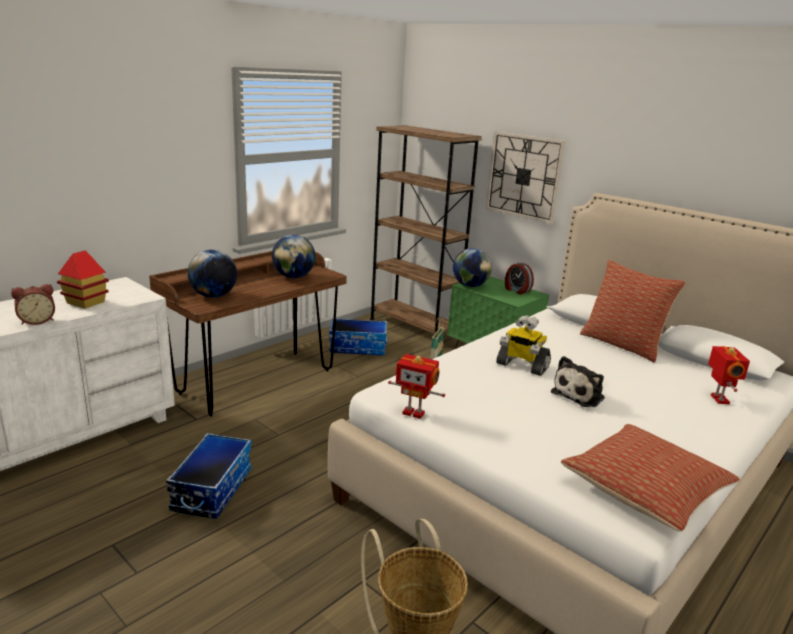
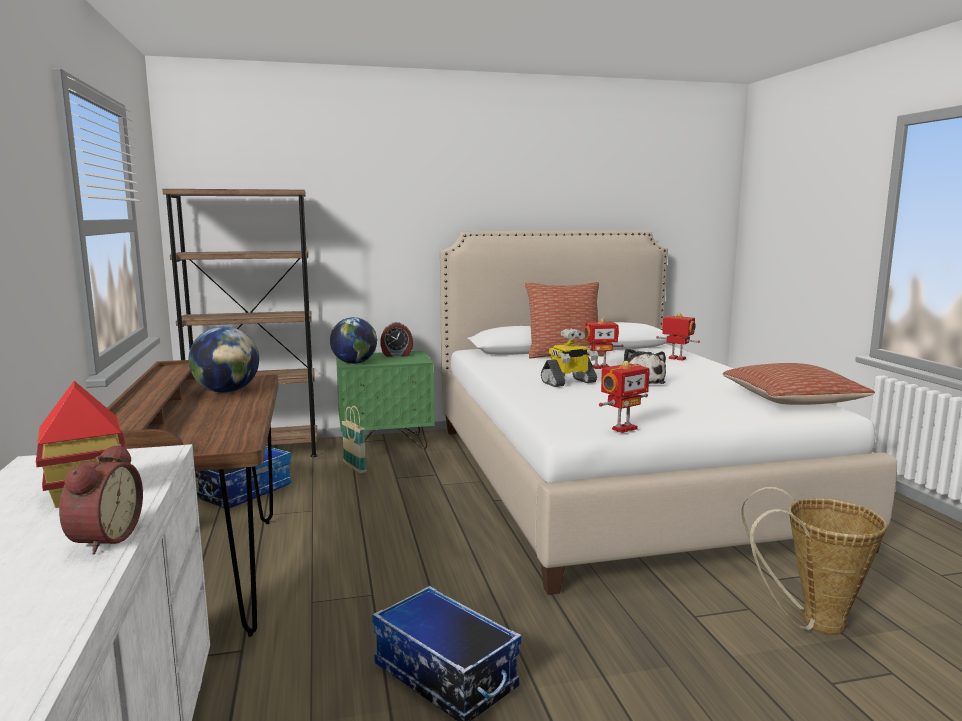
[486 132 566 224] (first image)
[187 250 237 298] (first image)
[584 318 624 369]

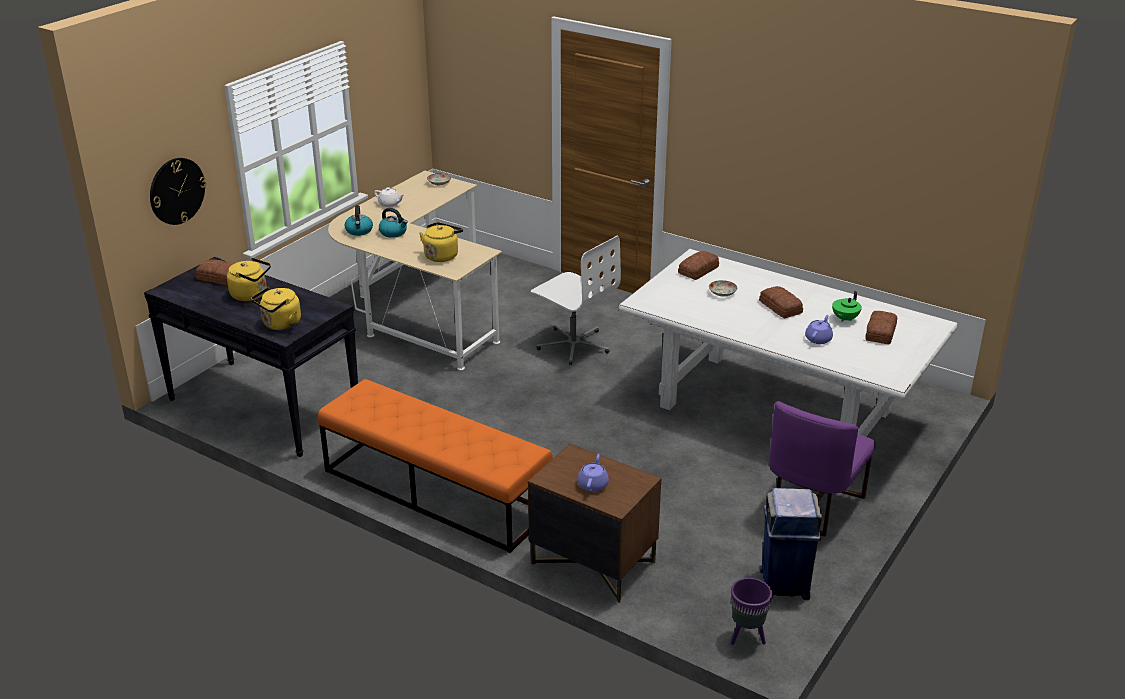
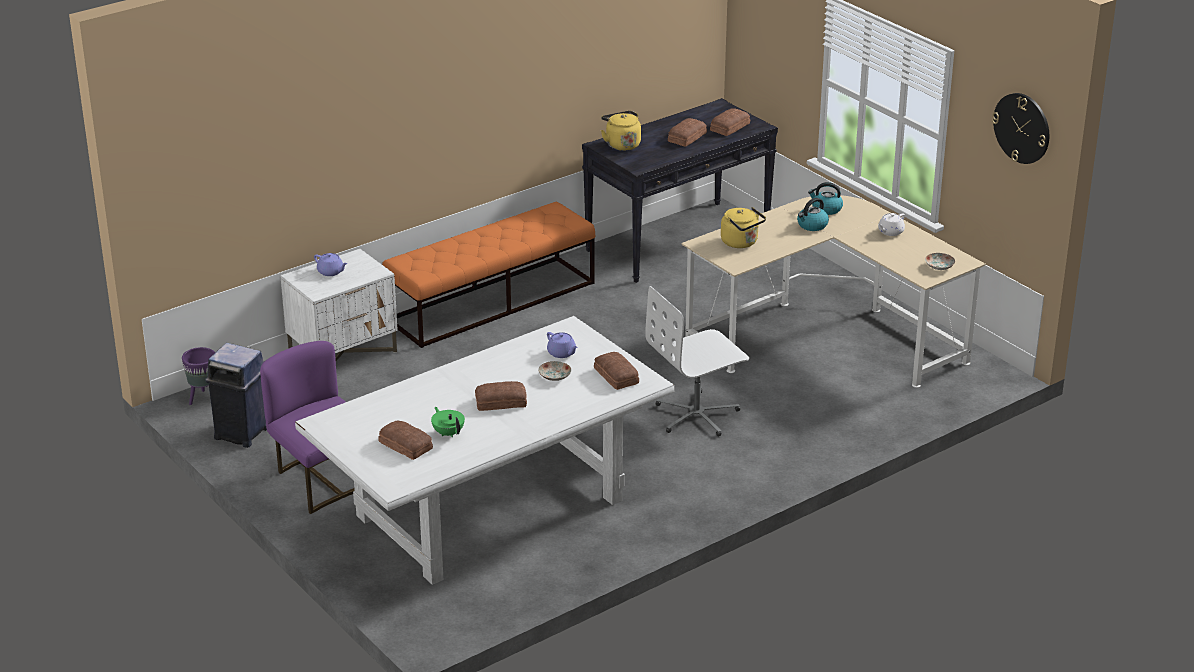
[992 93 1049 164]
[668 118 707 147]
[547 332 578 358]
[280 249 398 361]

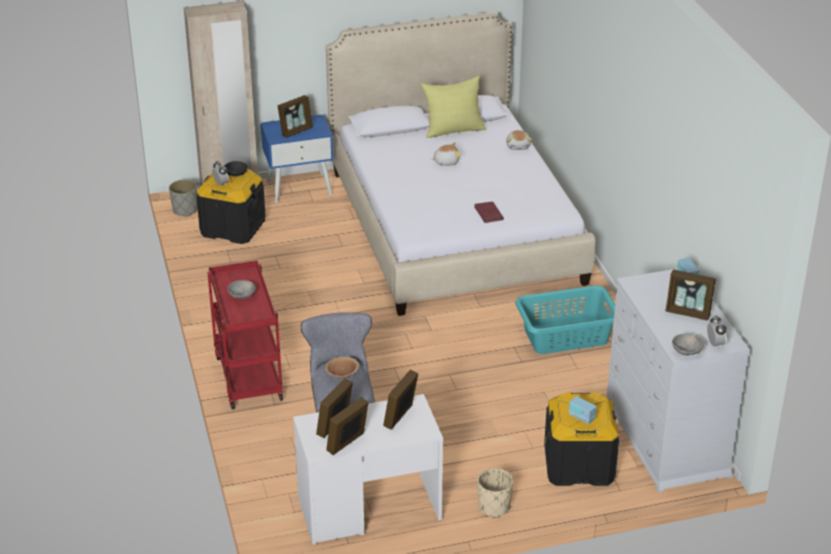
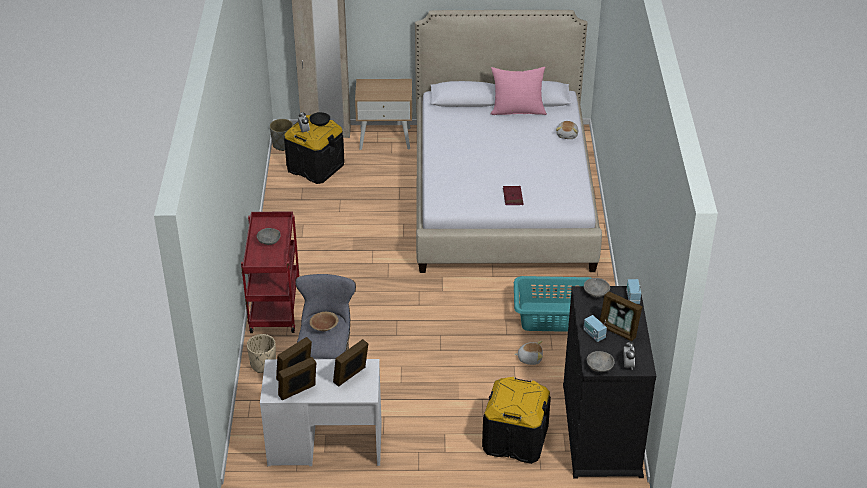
[490 67 547 115]
[278 95 313 138] (first image)
[355 79 412 150]
[514 341 543 365]
[563 286 656 479]
[583 315 607 342]
[247 334 276 373]
[584 278 610 298]

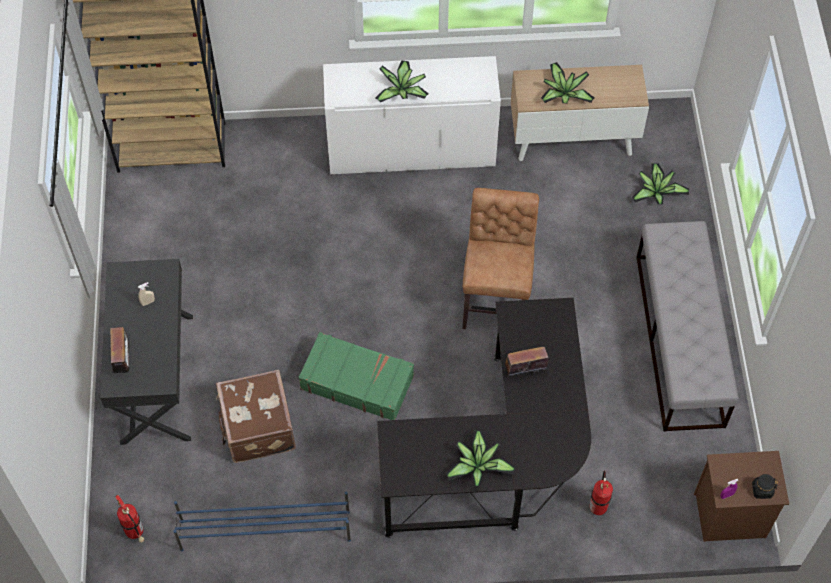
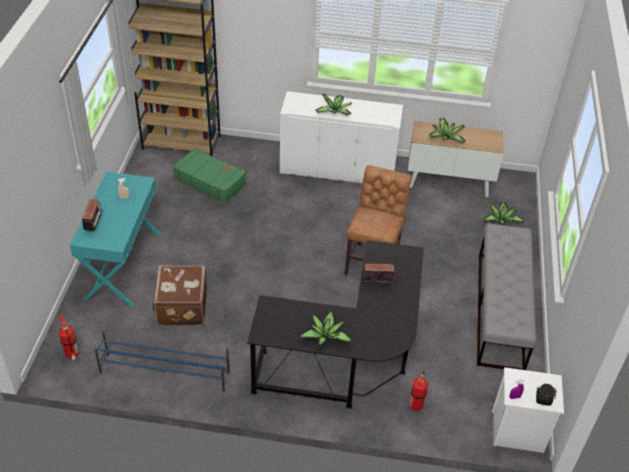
[70 172 161 307]
[173 148 247 204]
[492 367 564 453]

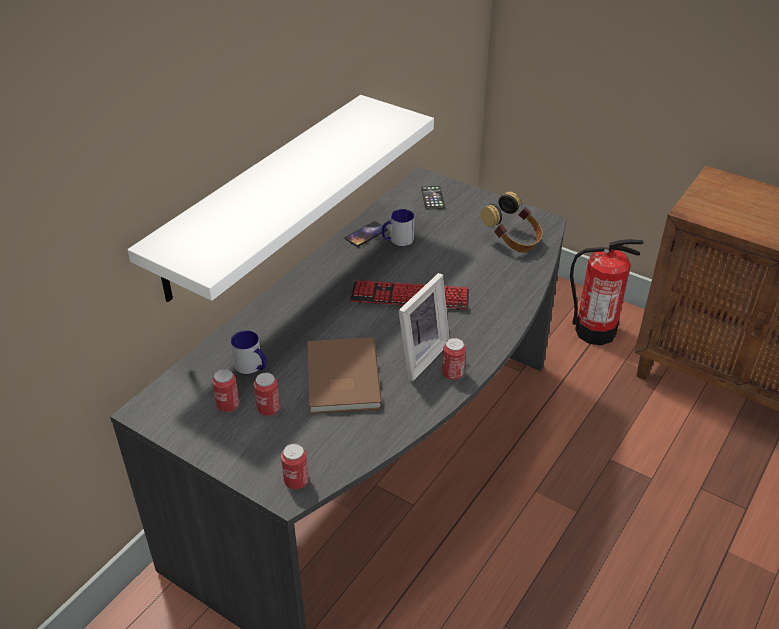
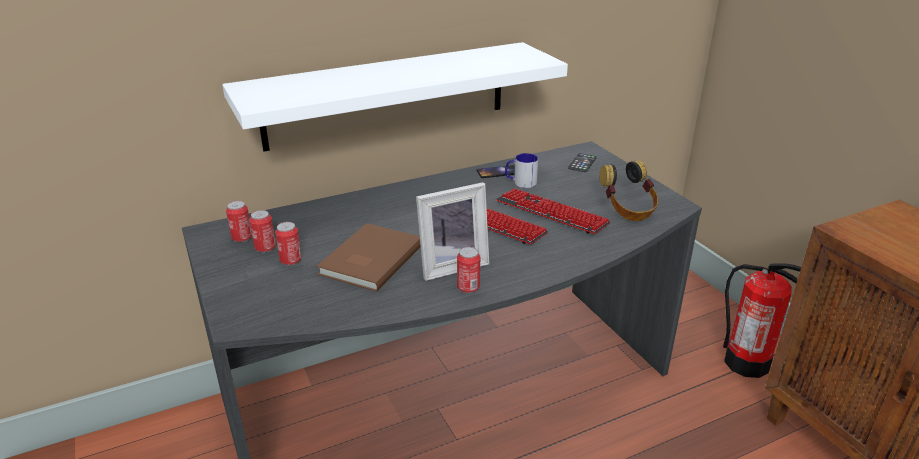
[231 331 267 374] (first image)
[226 201 252 242]
[496 188 611 234]

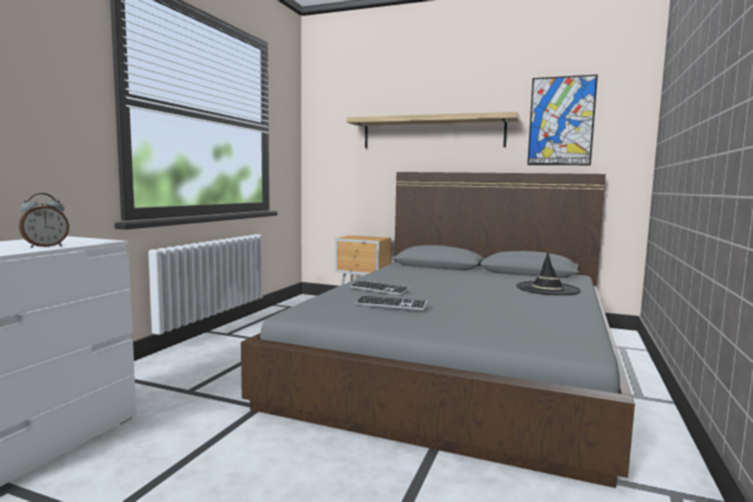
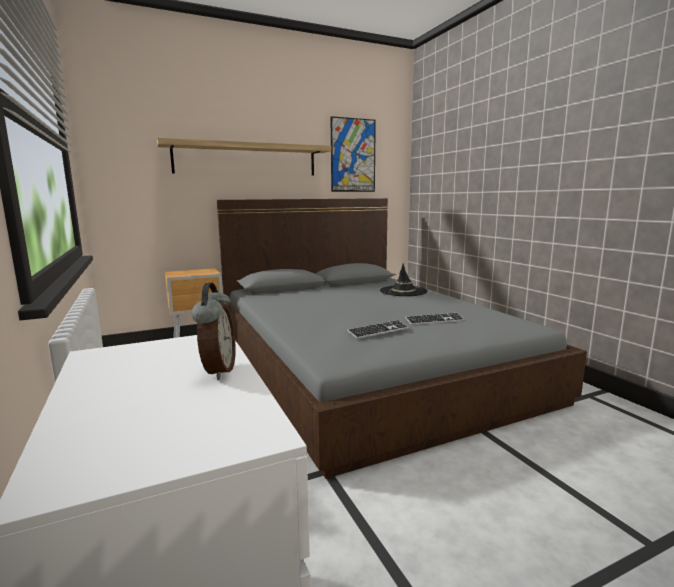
[405 313 465 325]

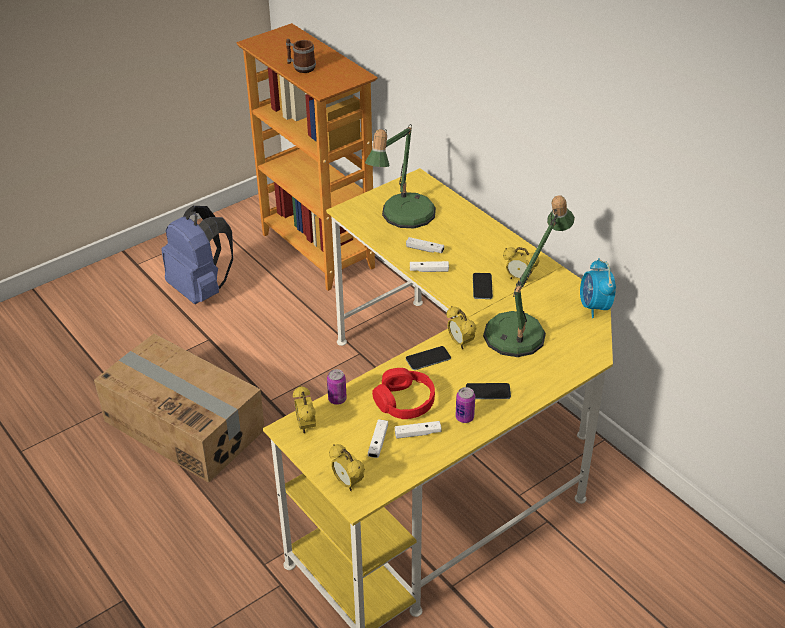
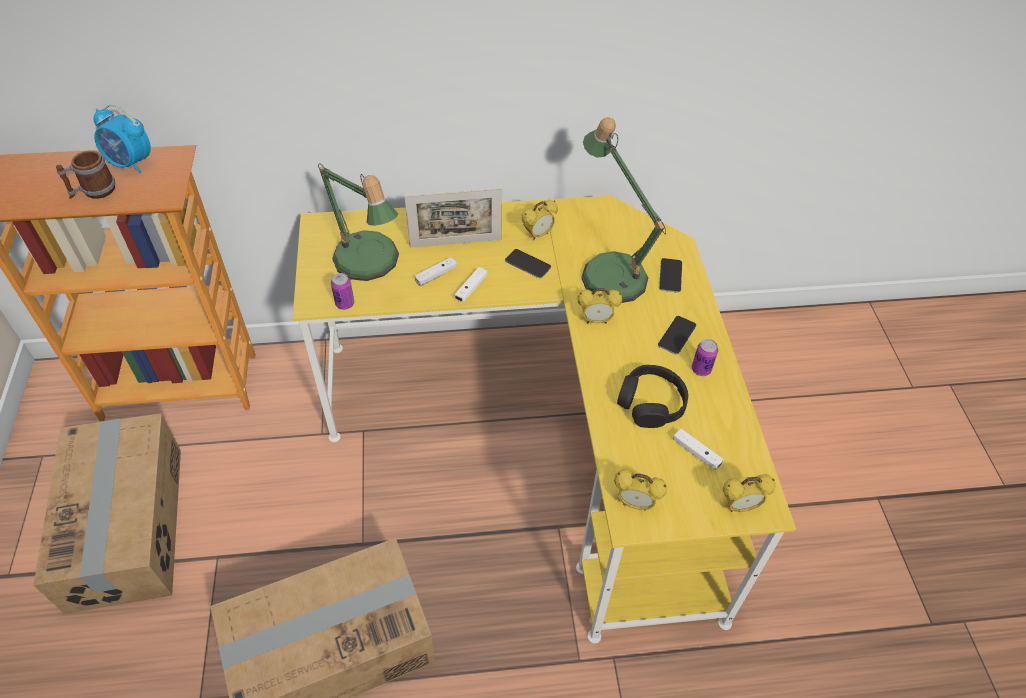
[33 414 181 614]
[94 104 151 174]
[659 258 682 293]
[617 365 688 428]
[331 273 354 310]
[395 421 442 439] (first image)
[404 188 502 248]

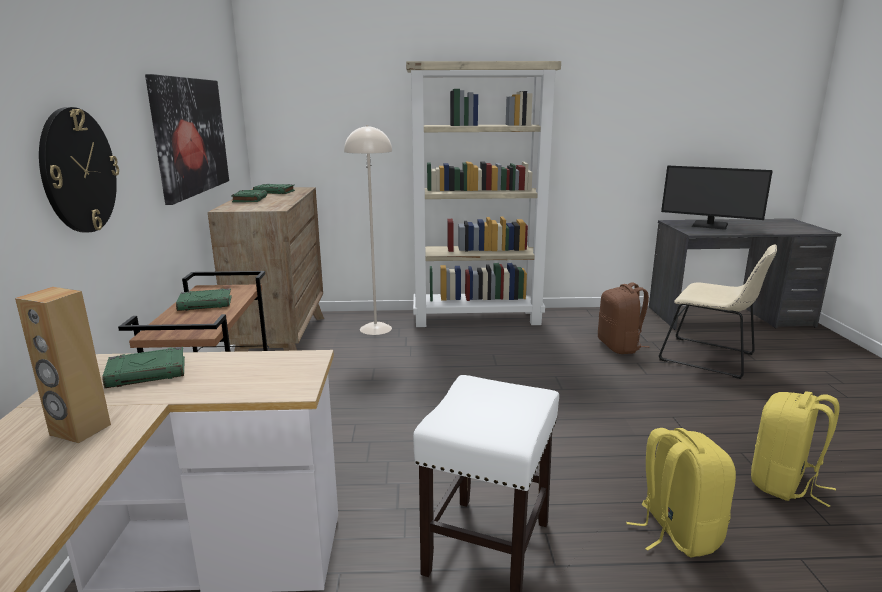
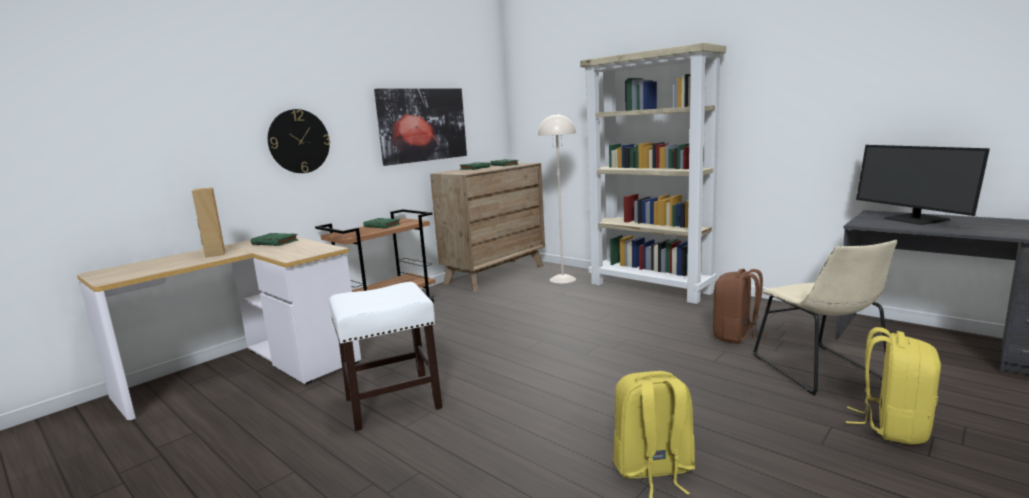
[846 327 941 445]

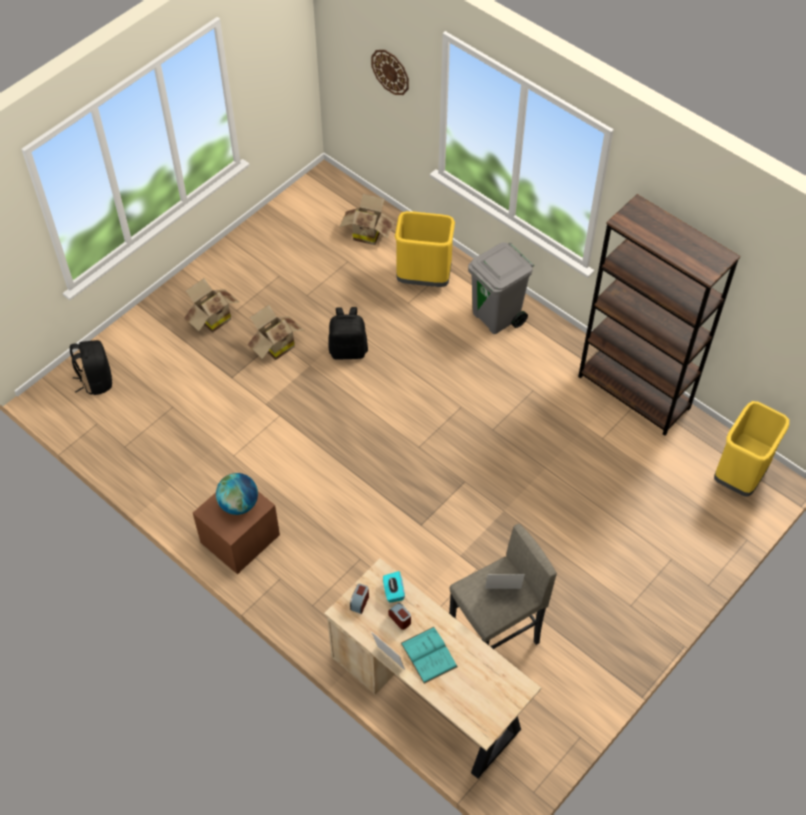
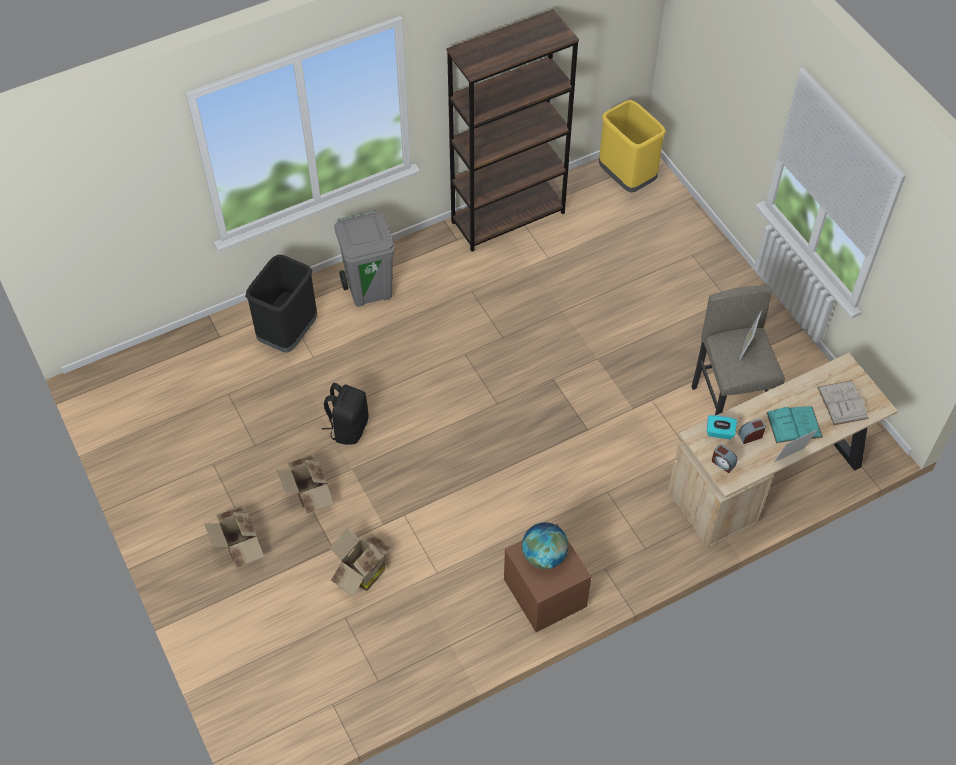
[371 50 409 95] (first image)
[330 527 394 596]
[245 255 317 353]
[70 340 112 395] (first image)
[817 380 869 425]

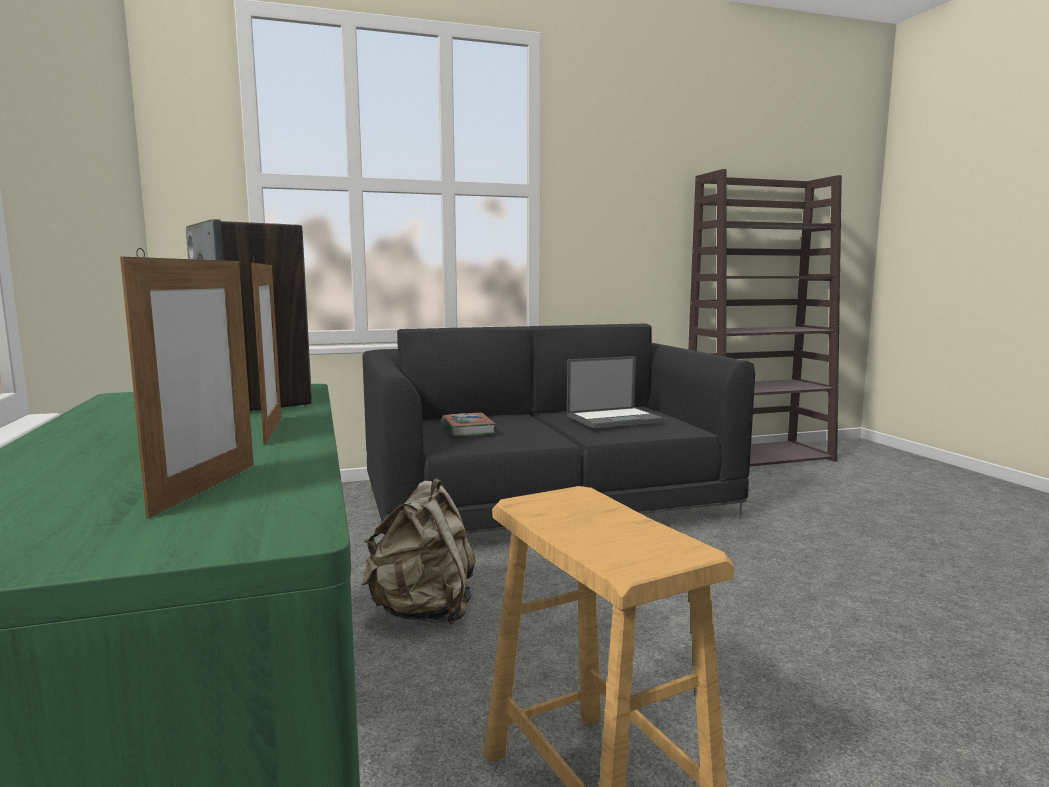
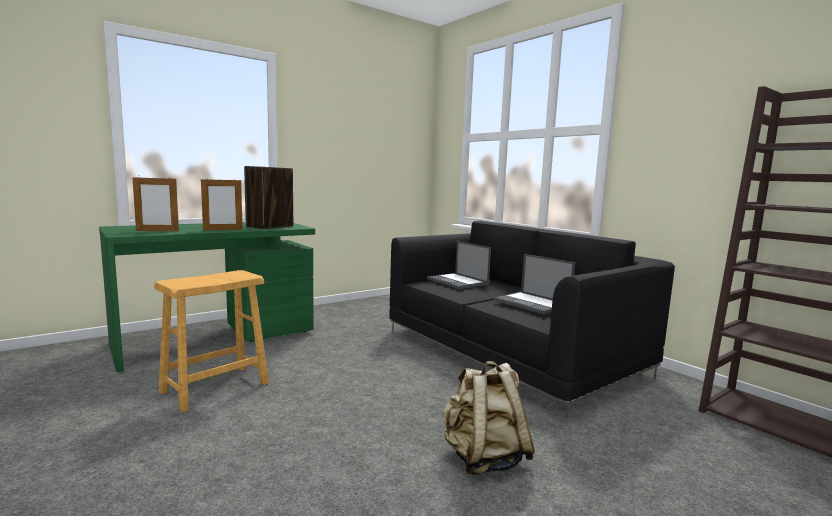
[427 241 491 289]
[442 361 535 475]

